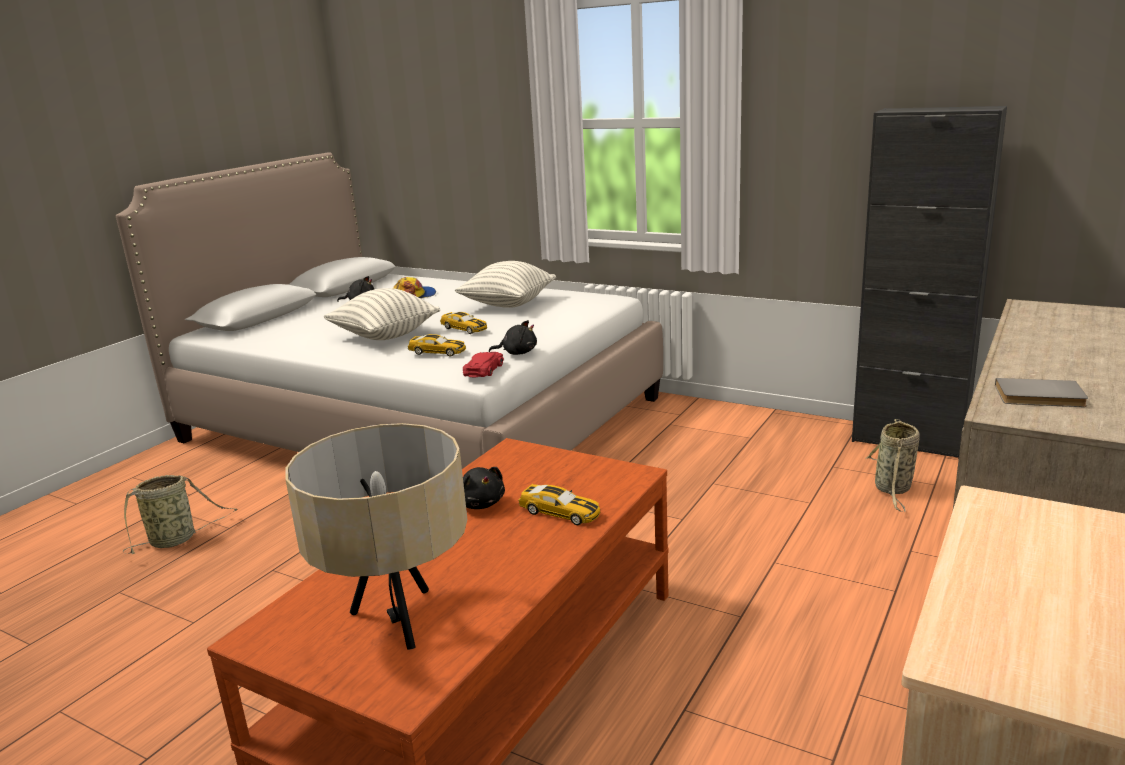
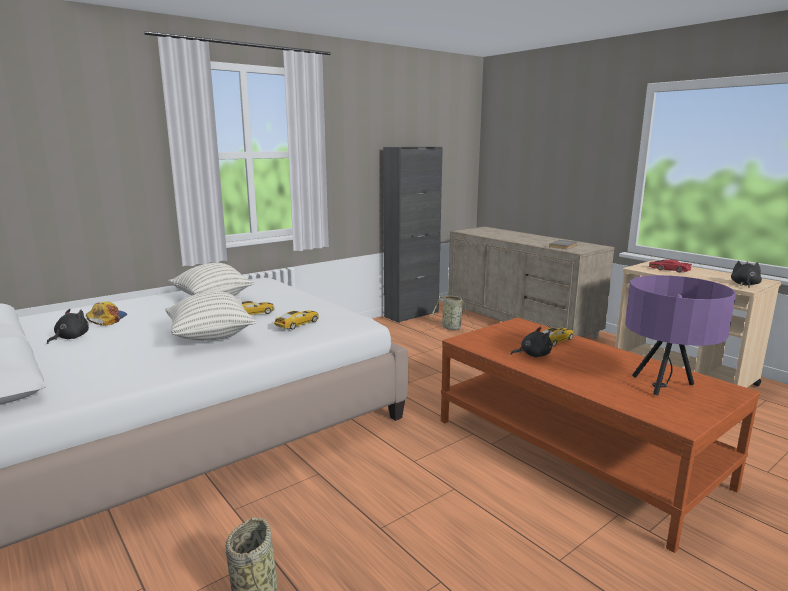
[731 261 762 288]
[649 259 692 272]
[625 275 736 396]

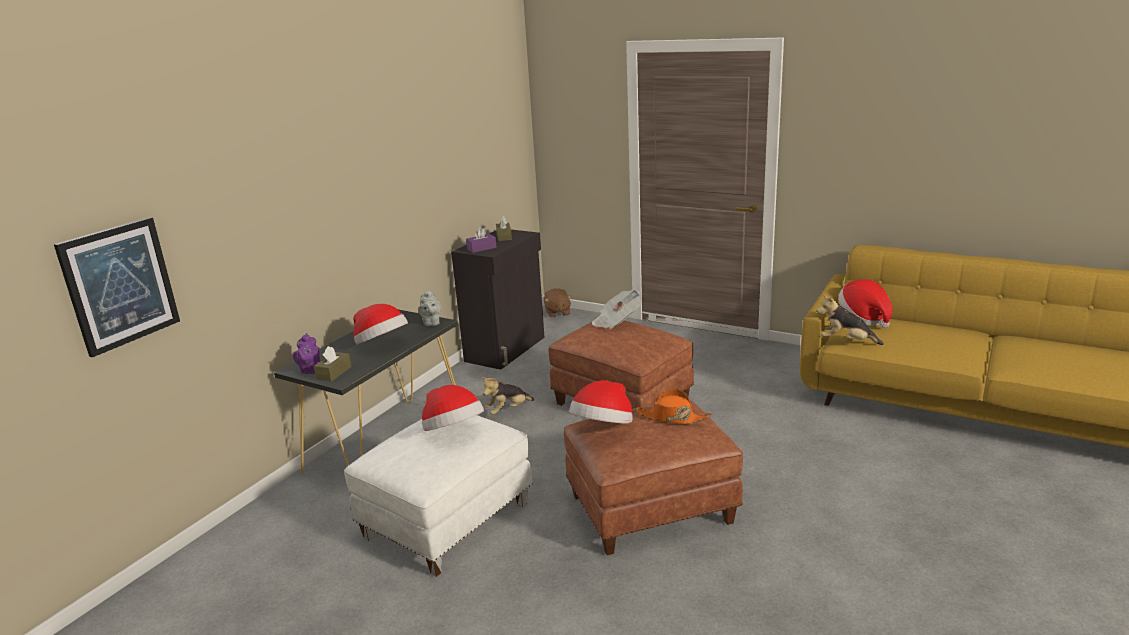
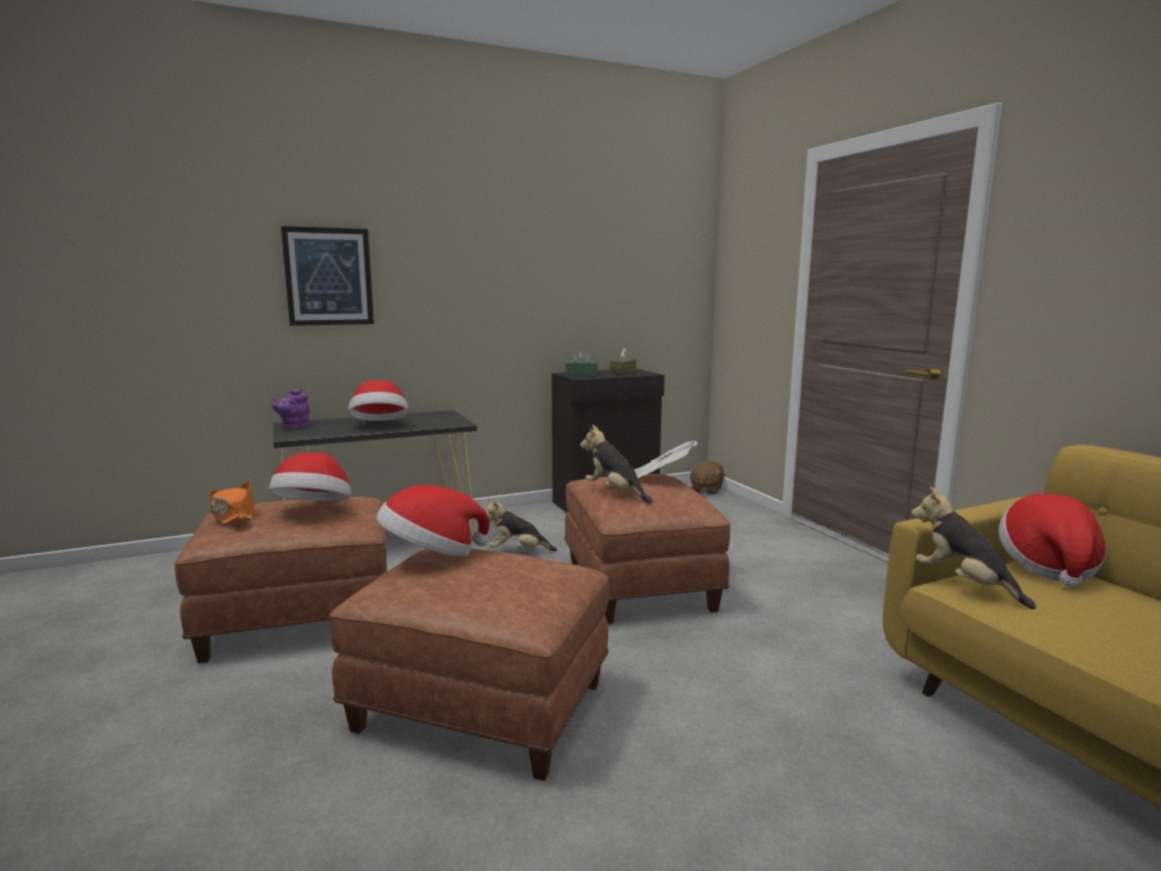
[281 226 374 326]
[565 349 597 376]
[418 289 441 326] (first image)
[314 346 351 382] (first image)
[209 481 254 524]
[174 497 387 663]
[580 425 653 504]

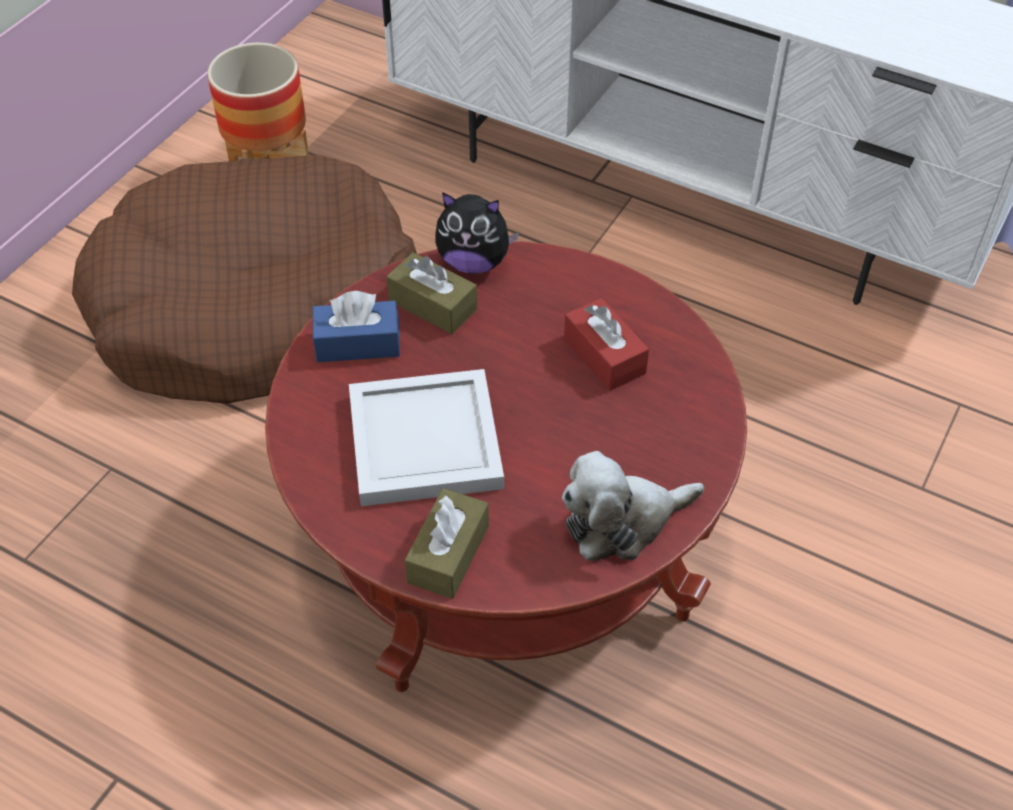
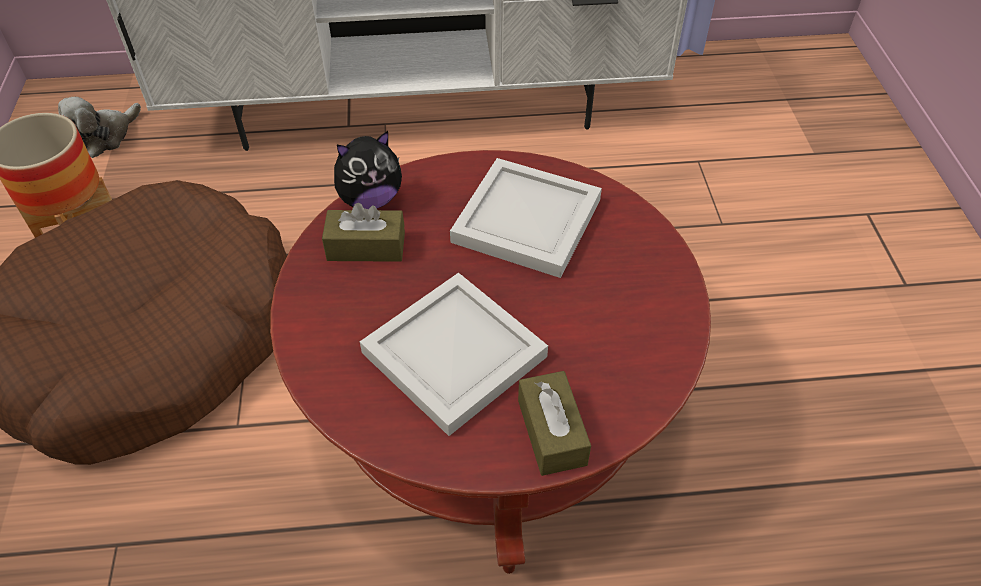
[313 291 400 362] (first image)
[450 158 602 278]
[58 97 141 158]

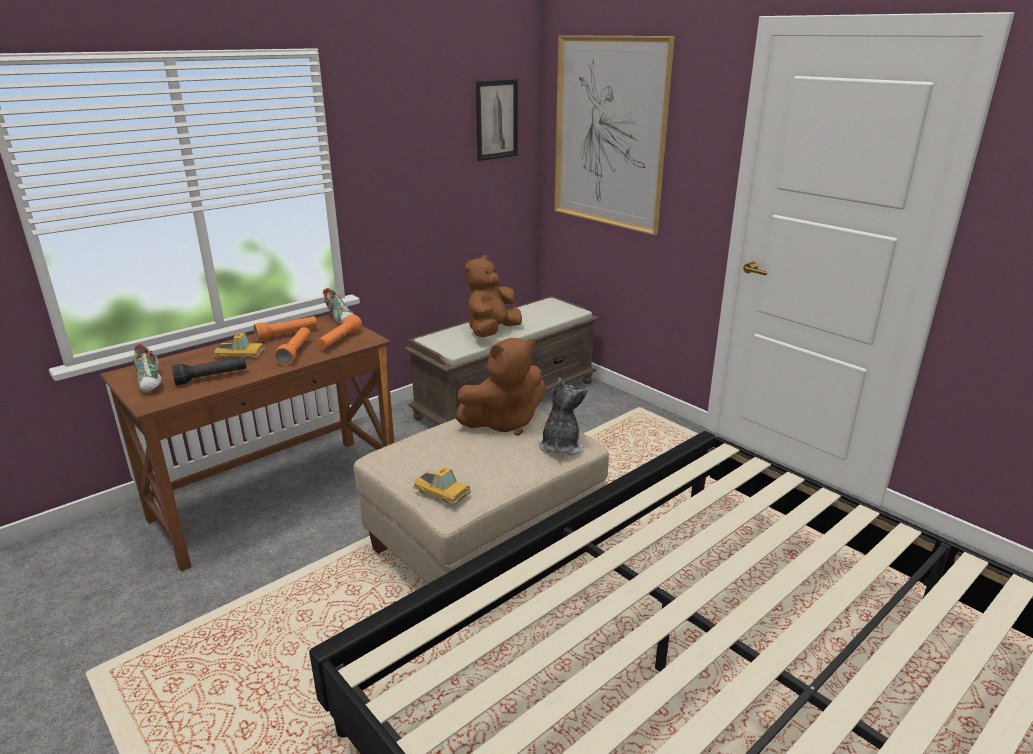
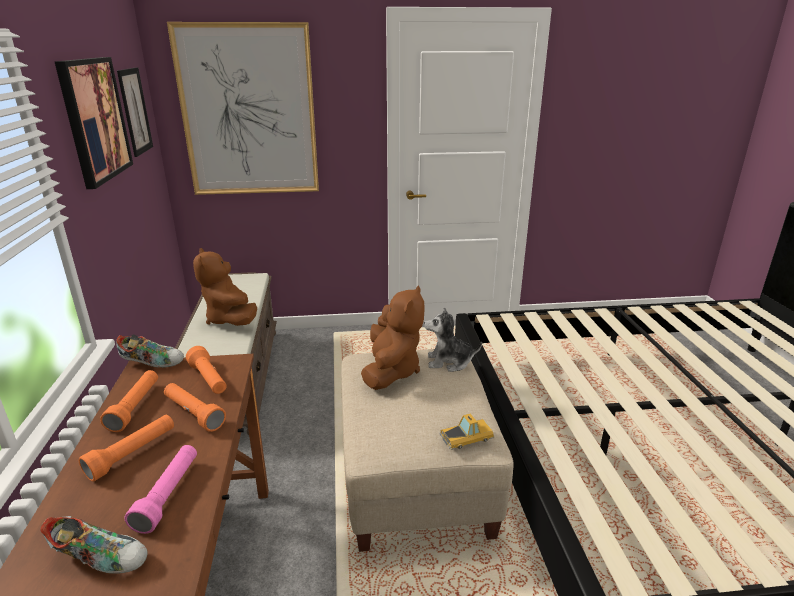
[79 415 174 482]
[125 445 197 534]
[424 307 482 372]
[55 57 133 189]

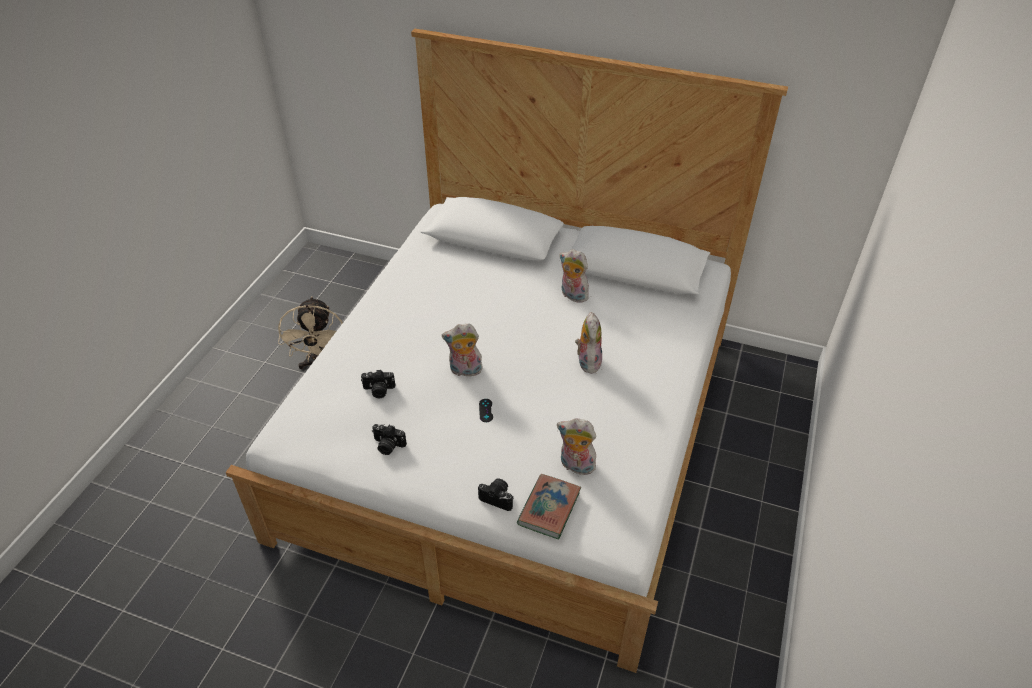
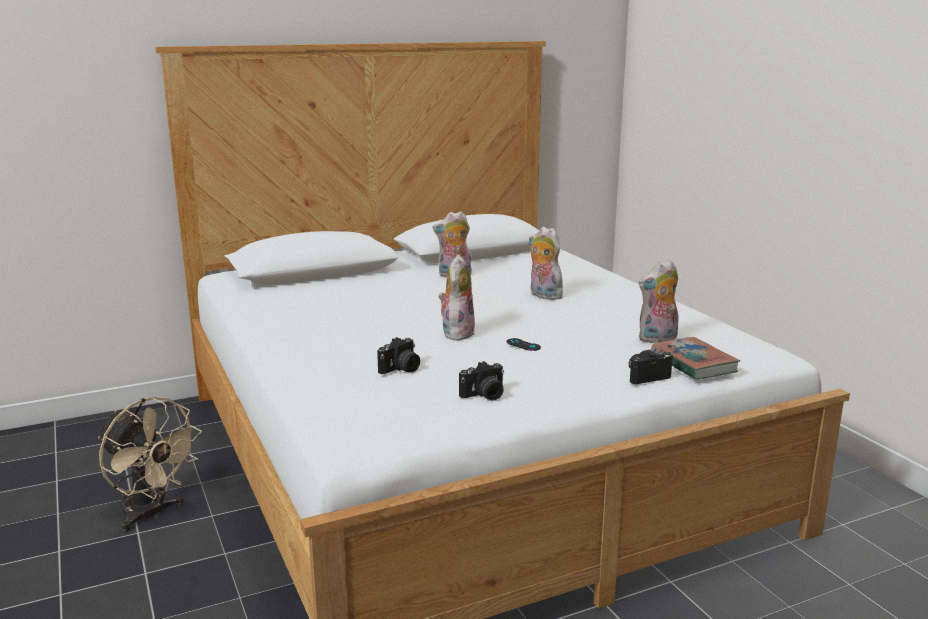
[438 255 475 340]

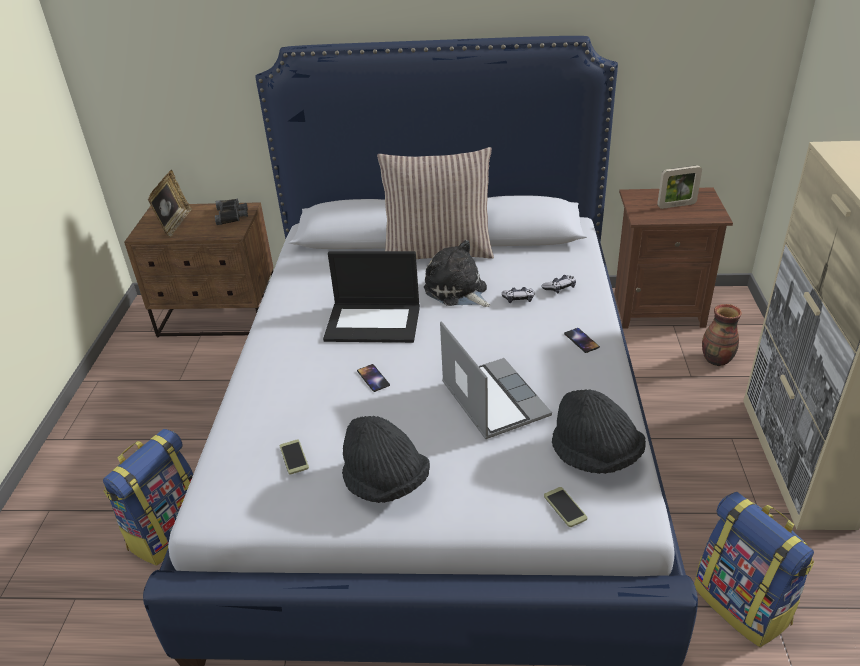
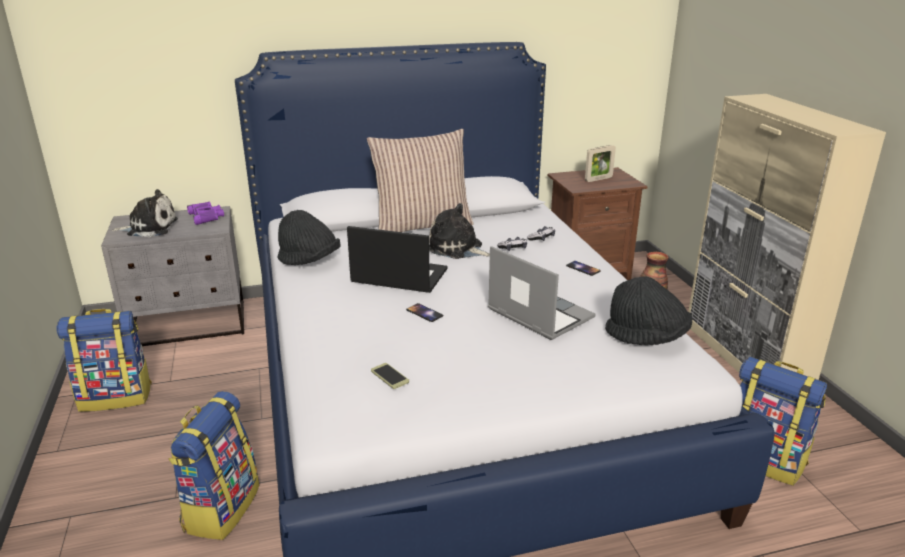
[112 189 178 237]
[187 201 224 225]
[101 206 244 346]
[347 226 448 293]
[277 210 340 265]
[544 487 588 527] (first image)
[56 309 152 412]

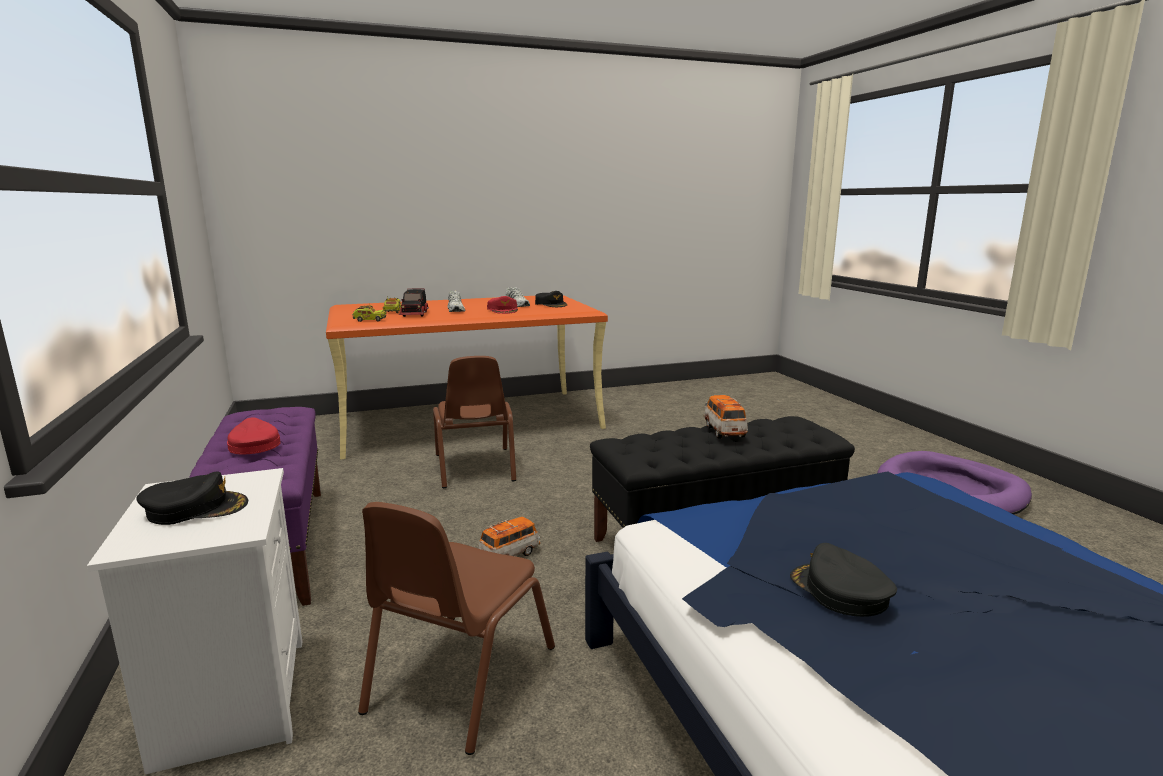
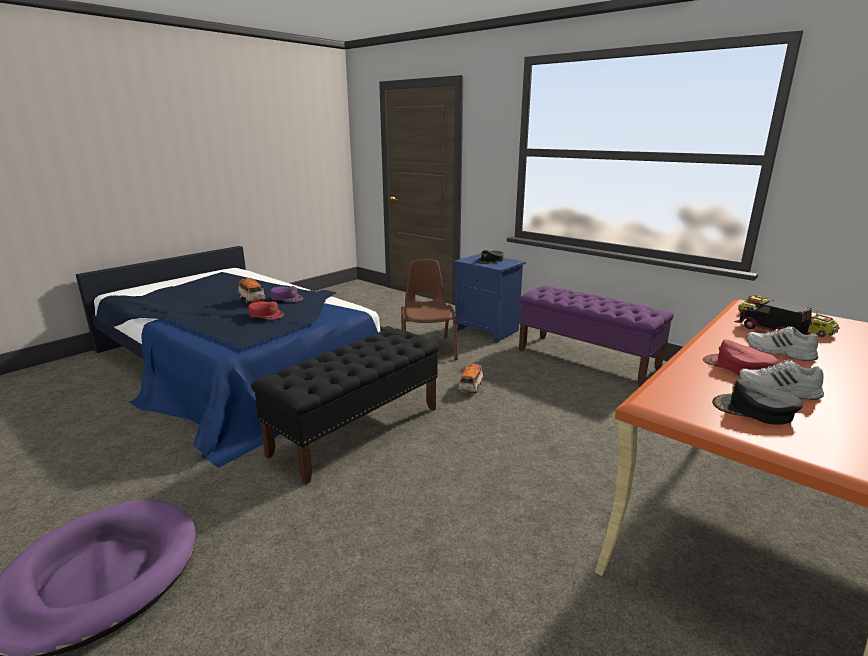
[433 356 516 488] (first image)
[238 278 265 304]
[248 301 284 320]
[454 253 526 343]
[270 286 303 302]

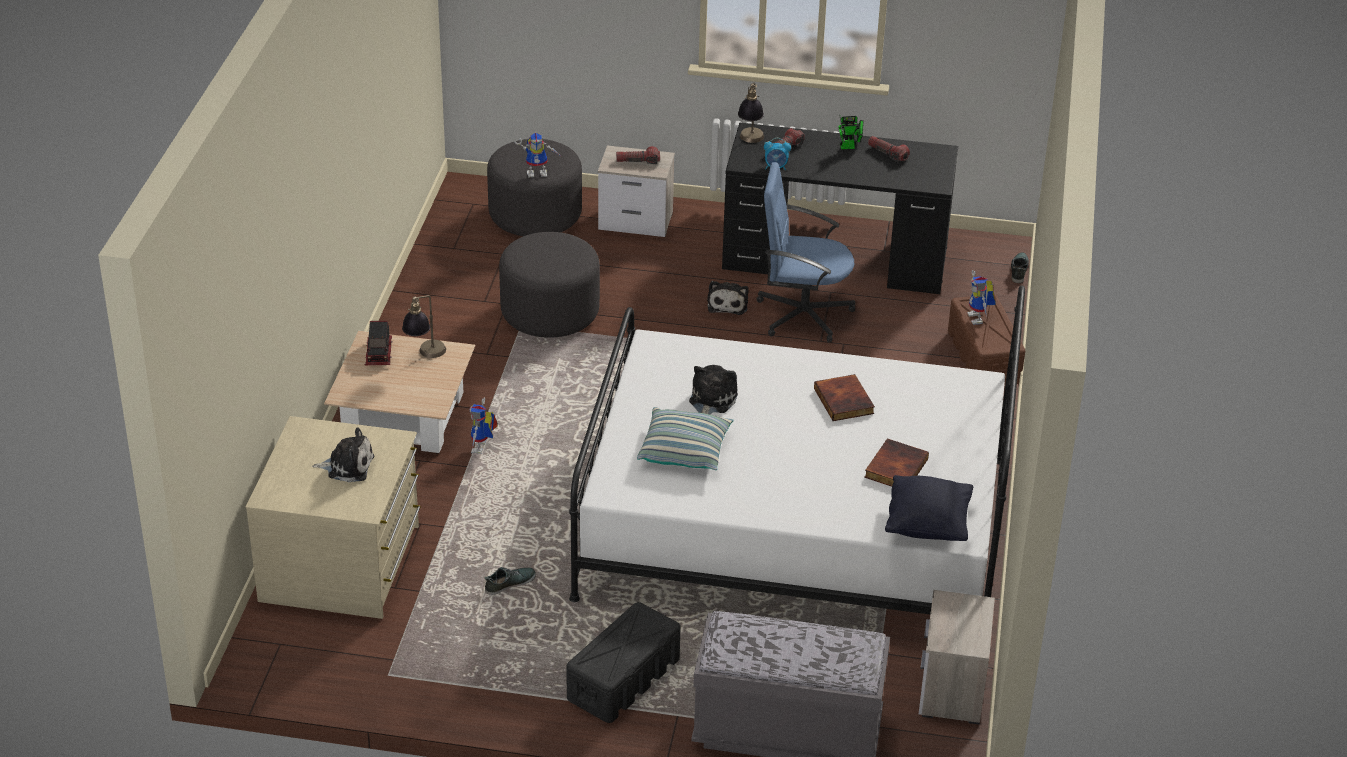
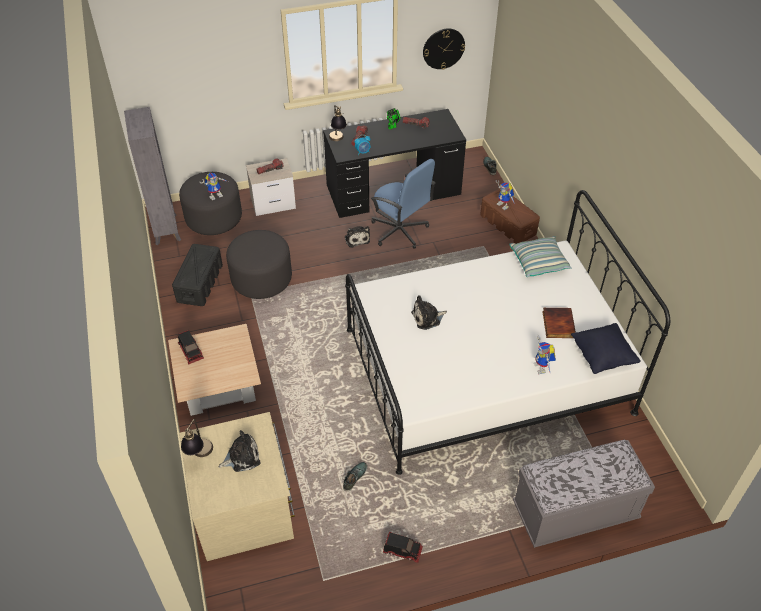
[371 159 436 249]
[181 419 213 457]
[411 295 447 330]
[814 374 875 421] (first image)
[534 335 556 374]
[509 236 572 277]
[919 590 995 724] (first image)
[172 244 223 306]
[423 28 465 70]
[124 107 181 245]
[383 532 423 563]

